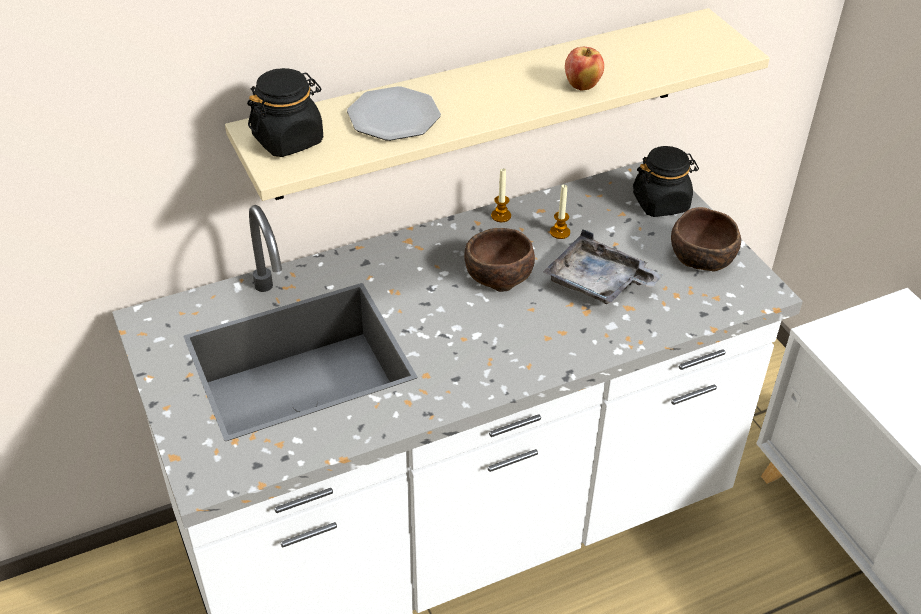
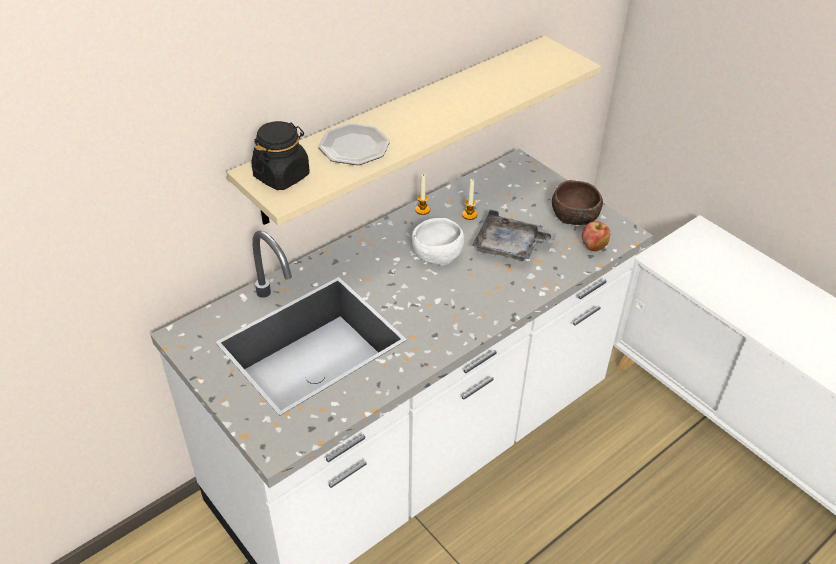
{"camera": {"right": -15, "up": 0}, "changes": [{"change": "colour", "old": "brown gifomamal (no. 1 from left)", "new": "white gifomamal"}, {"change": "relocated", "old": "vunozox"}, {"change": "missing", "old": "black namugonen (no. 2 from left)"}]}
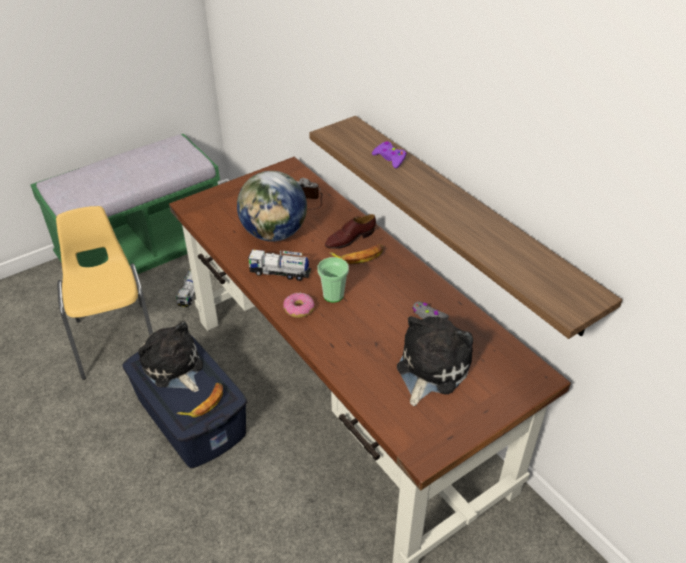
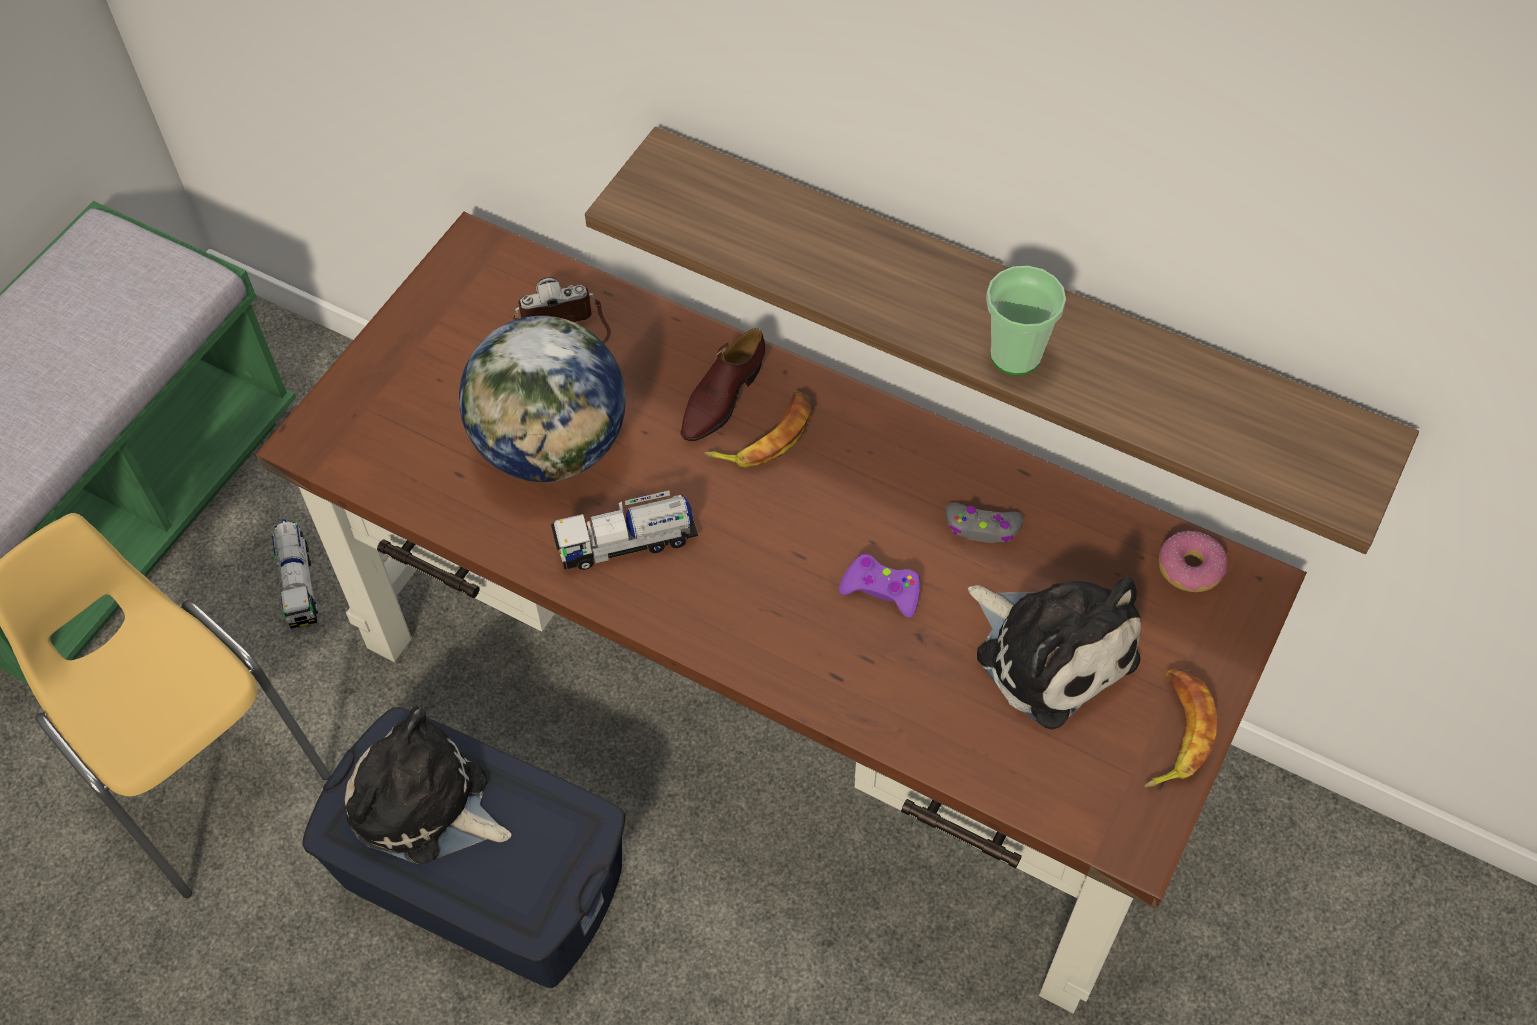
{"camera": {"right": -25, "up": 15}, "changes": [{"change": "relocated", "old": "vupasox (no. 1 from left in the first image)", "new": "vupasox (no. 2 from left)"}, {"change": "relocated", "old": "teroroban"}, {"change": "relocated", "old": "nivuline"}, {"change": "relocated", "old": "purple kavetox"}, {"change": "spun", "old": "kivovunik (no. 2 from left)", "degrees": 135}]}
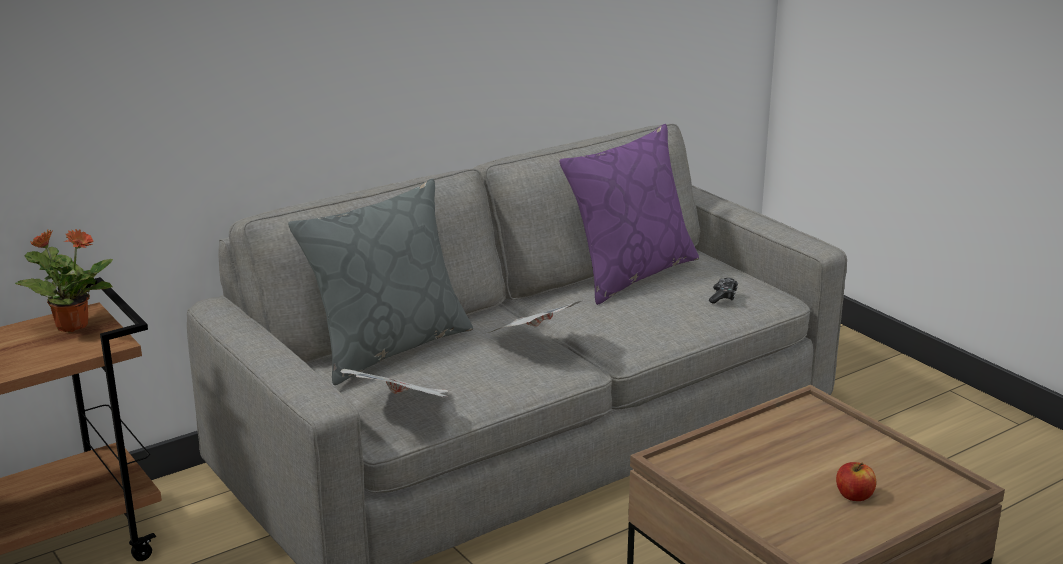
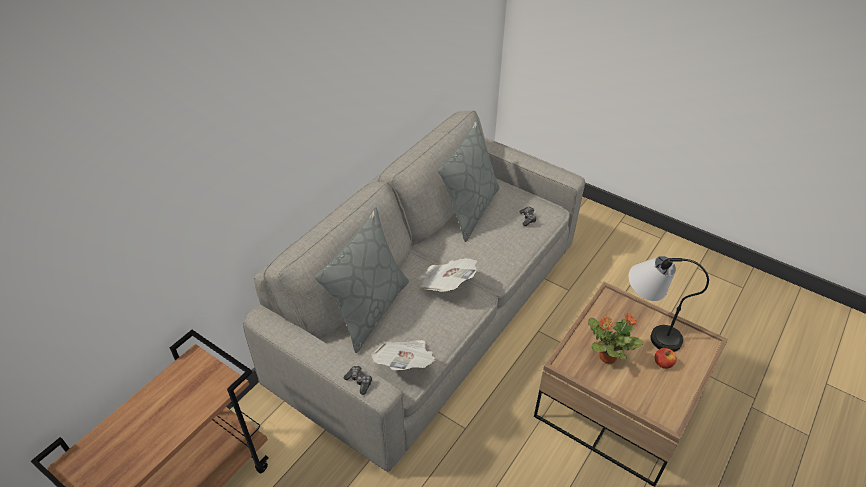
{"camera": {"right": -20, "up": 20}, "changes": [{"change": "relocated", "old": "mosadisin"}, {"change": "colour", "old": "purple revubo", "new": "grey revubo (no. 2 from left)"}, {"change": "appeared", "new": "kavetox (no. 1 from left)"}, {"change": "appeared", "new": "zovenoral"}]}
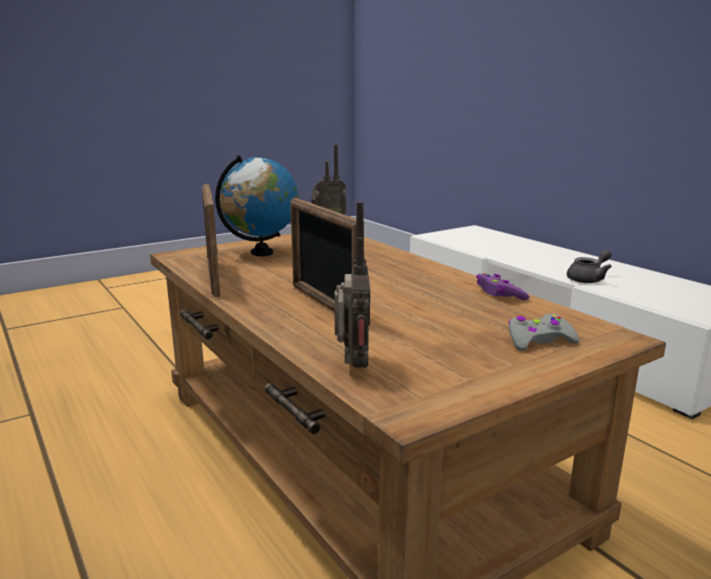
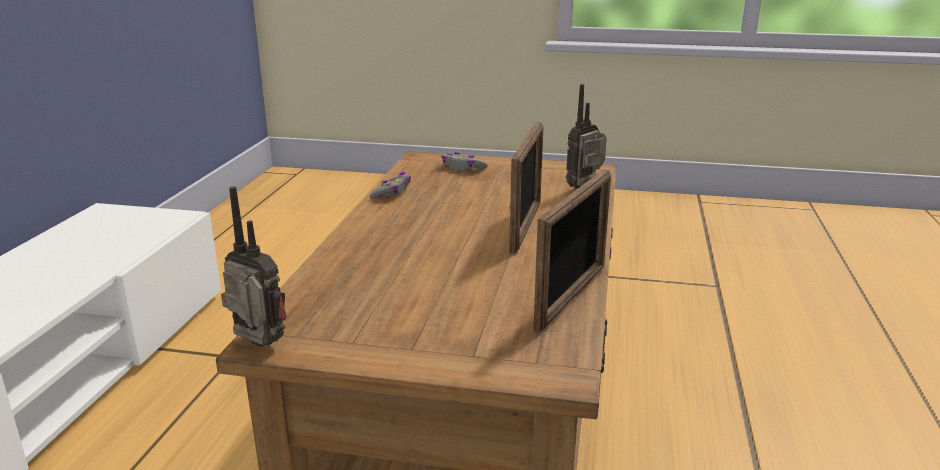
{"camera": {"right": -135, "up": 5}, "changes": [{"change": "missing", "old": "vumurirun"}, {"change": "colour", "old": "purple kavetox", "new": "grey kavetox (no. 1 from left)"}, {"change": "missing", "old": "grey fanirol"}]}
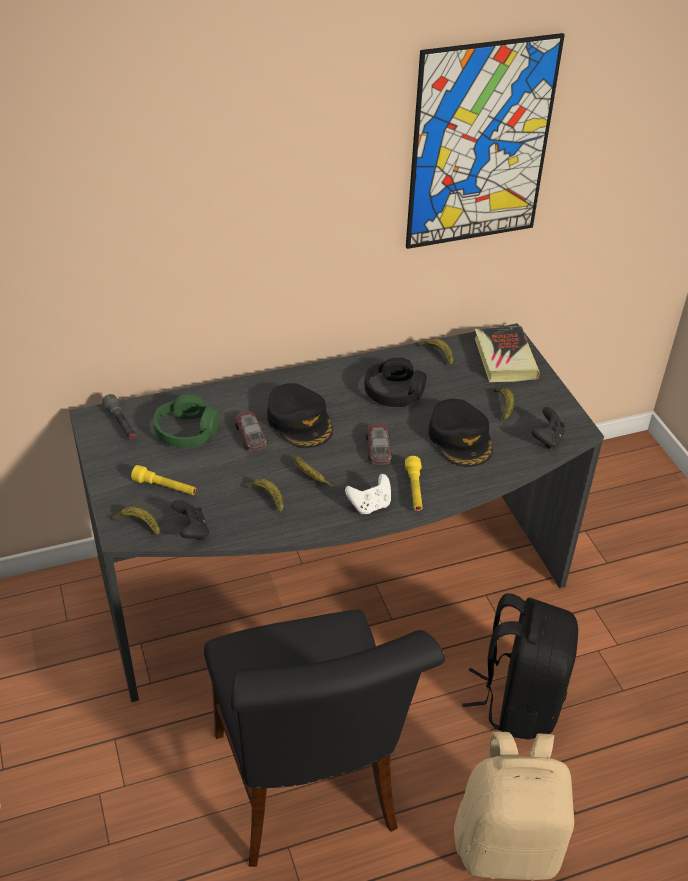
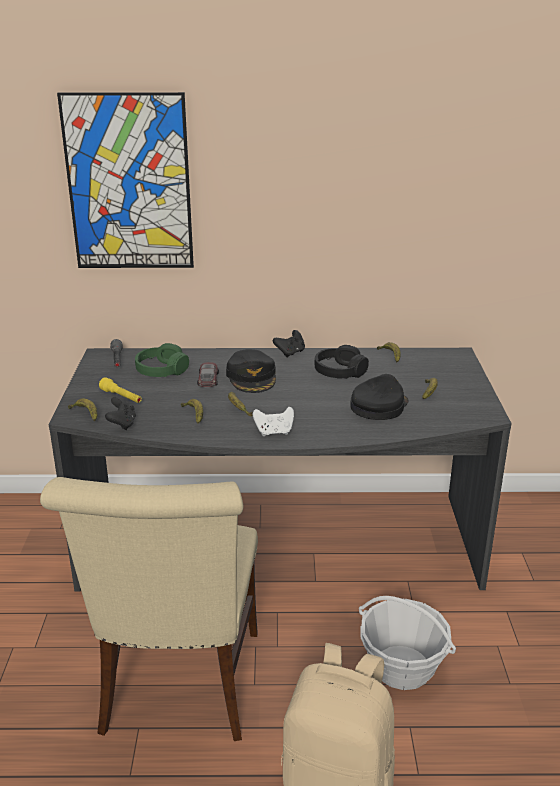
{"camera": {"right": 20, "up": -15}, "changes": [{"change": "colour", "old": "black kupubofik", "new": "beige kupubofik"}, {"change": "missing", "old": "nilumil (no. 2 from left)"}, {"change": "missing", "old": "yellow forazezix (no. 2 from left)"}, {"change": "relocated", "old": "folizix"}, {"change": "spun", "old": "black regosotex (no. 2 from left)", "degrees": -150}, {"change": "exchanged", "old": "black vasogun", "new": "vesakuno"}, {"change": "missing", "old": "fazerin"}, {"change": "relocated", "old": "black kavetox (no. 2 from left)"}]}
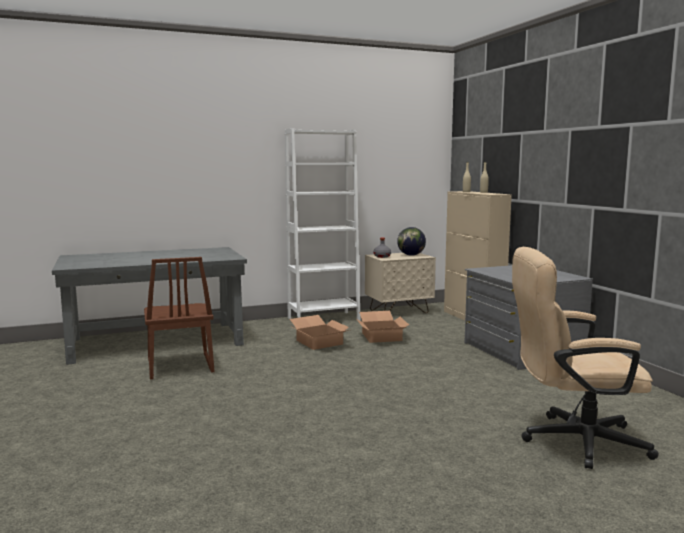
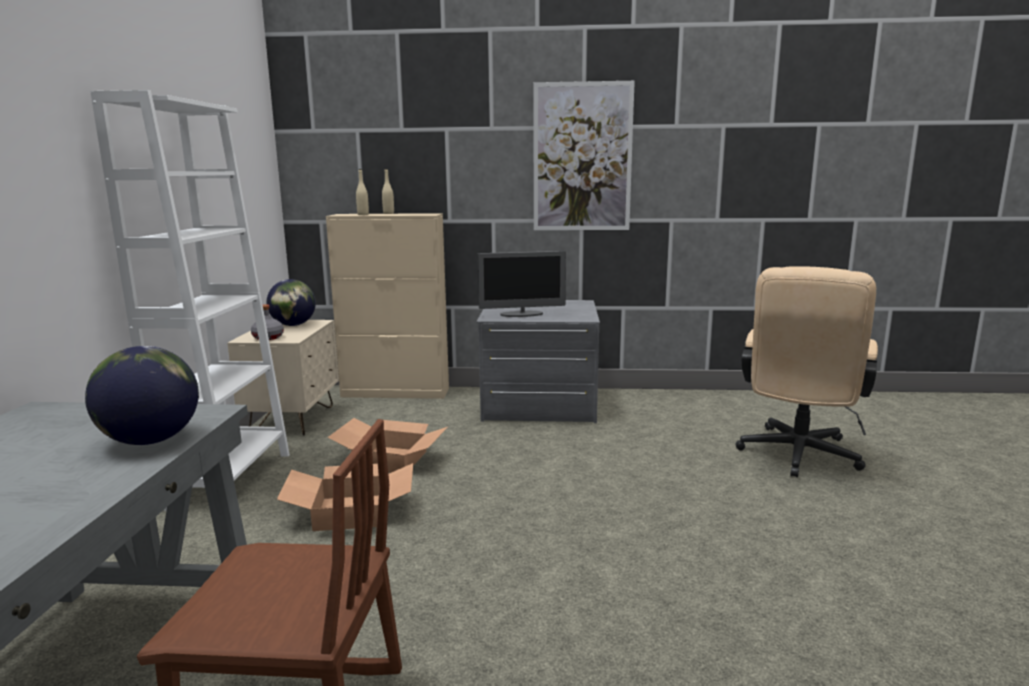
{"camera": {"right": -65, "up": 5}, "changes": [{"change": "appeared", "new": "vumurirun (no. 1 from left)"}, {"change": "appeared", "new": "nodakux"}, {"change": "appeared", "new": "folizix"}]}
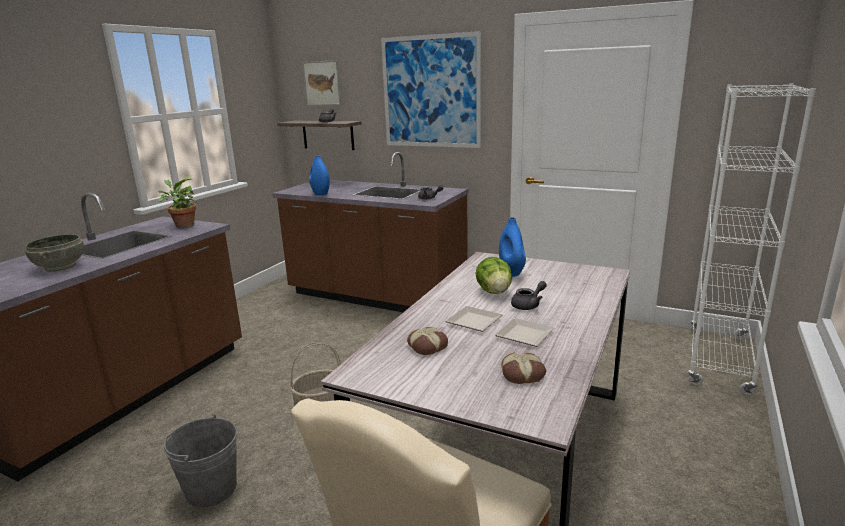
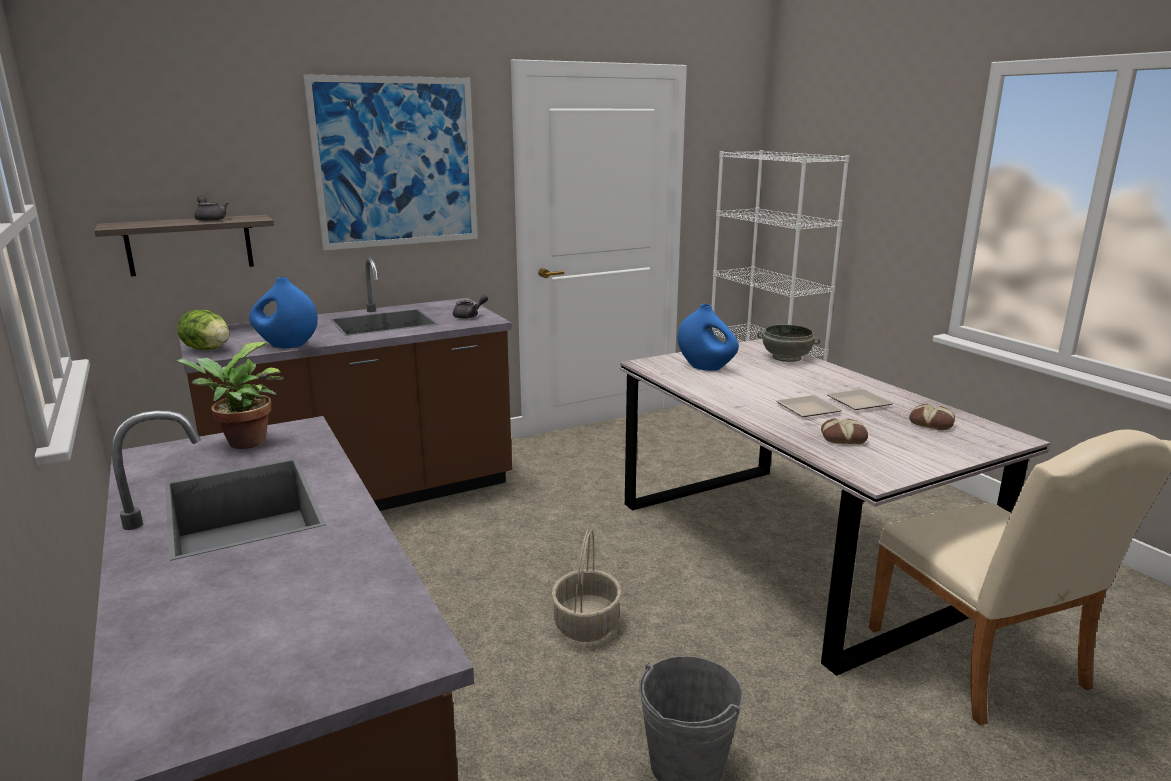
{"camera": {"right": -55, "up": 0}, "changes": [{"change": "relocated", "old": "grey gifomamal"}, {"change": "missing", "old": "folizix (no. 1 from left)"}, {"change": "relocated", "old": "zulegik"}, {"change": "missing", "old": "grey fanirol (no. 3 from left)"}]}
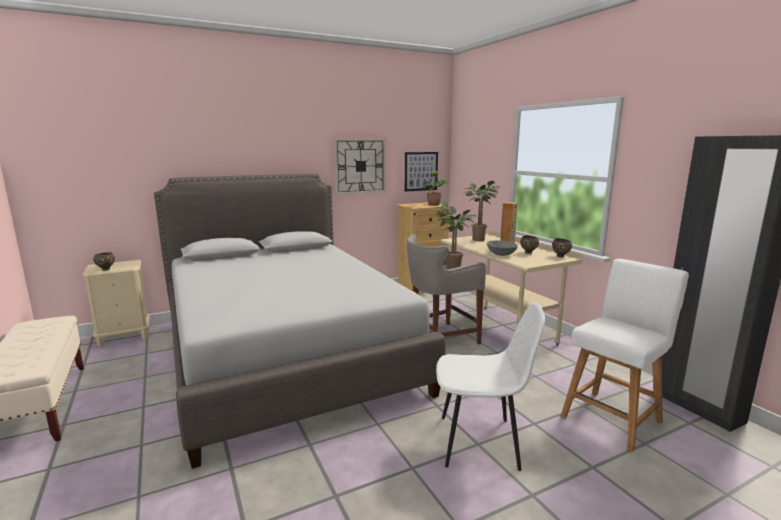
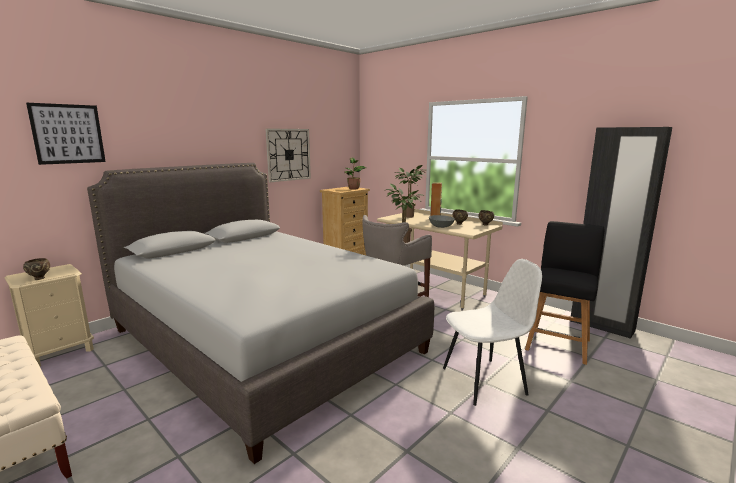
{"camera": {"right": -20, "up": 0}, "changes": [{"change": "relocated", "old": "folizix"}, {"change": "colour", "old": "white kupubofik (no. 2 from left)", "new": "black kupubofik"}]}
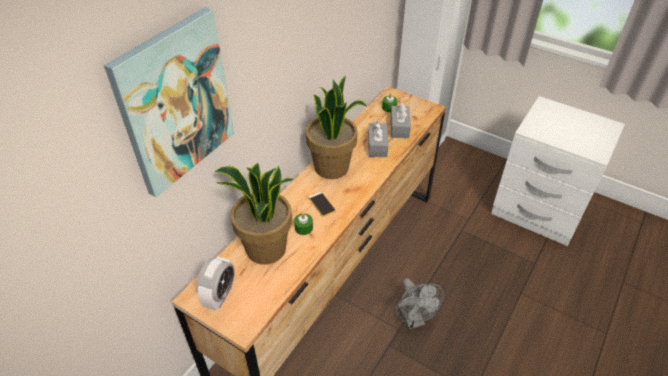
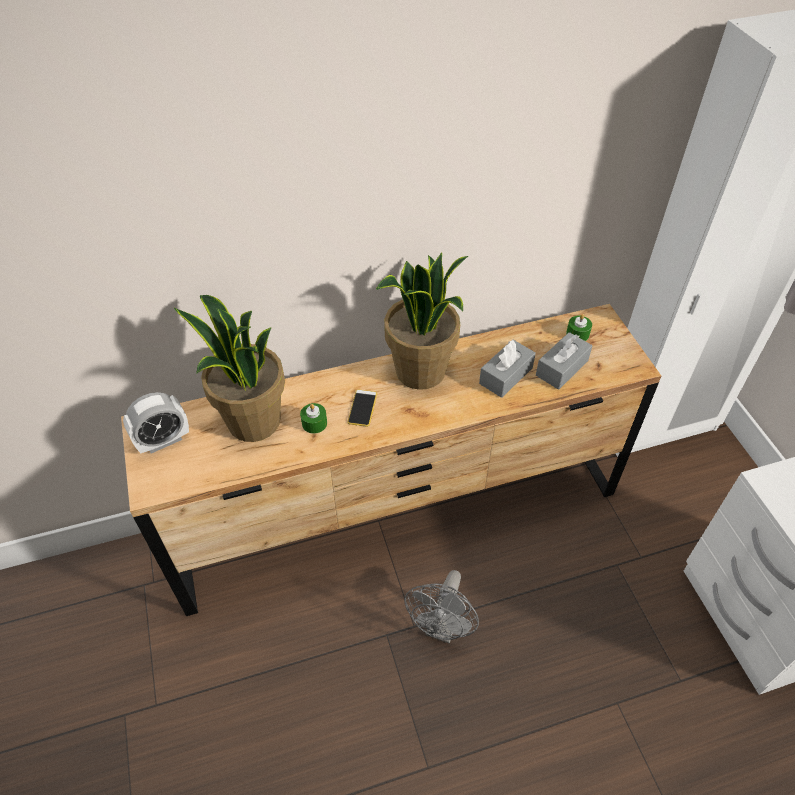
{"camera": {"right": 40, "up": 5}, "changes": [{"change": "missing", "old": "folizix"}]}
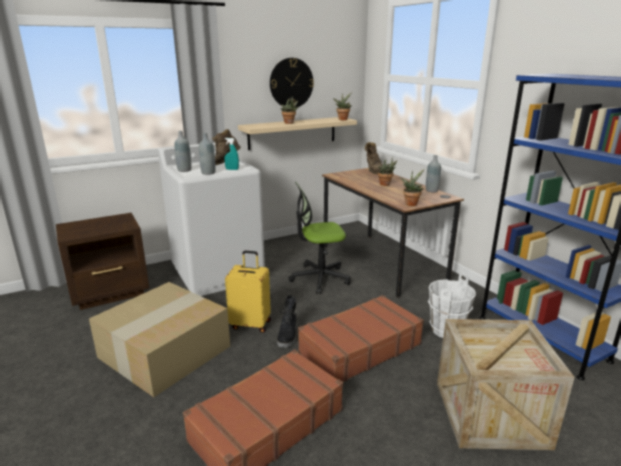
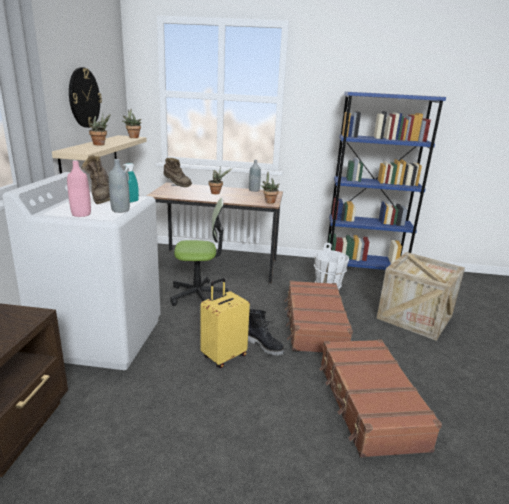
{"camera": {"right": -55, "up": 0}, "changes": [{"change": "missing", "old": "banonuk"}, {"change": "colour", "old": "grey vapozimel (no. 1 from left)", "new": "pink vapozimel"}, {"change": "spun", "old": "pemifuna", "degrees": -120}]}
